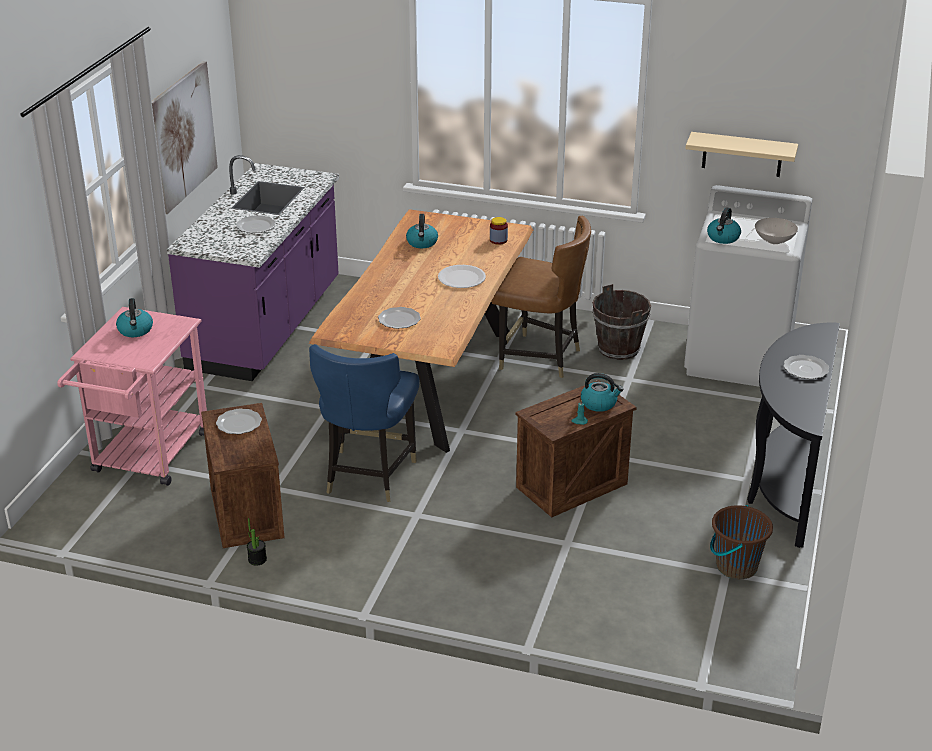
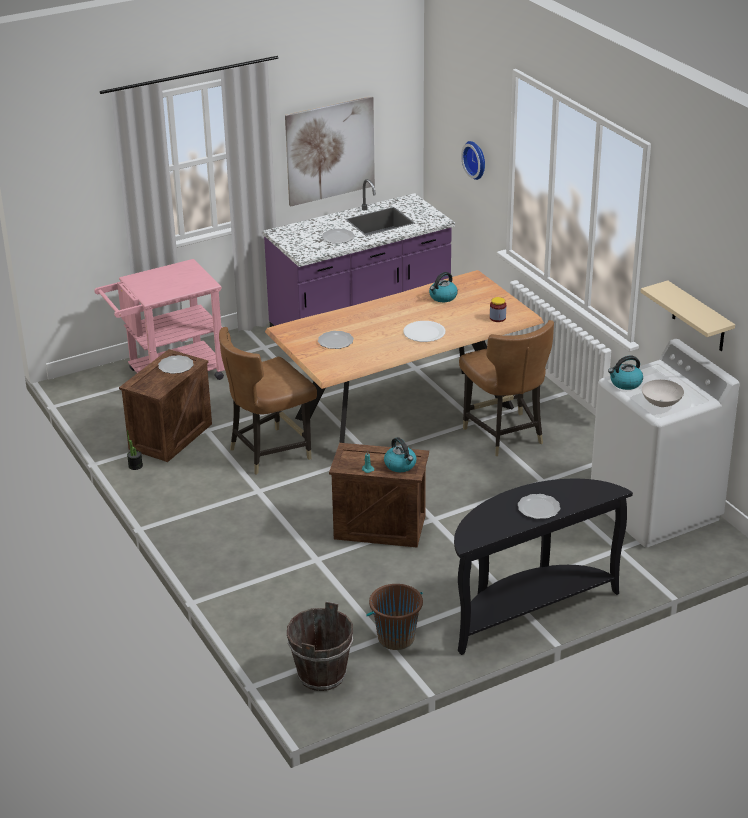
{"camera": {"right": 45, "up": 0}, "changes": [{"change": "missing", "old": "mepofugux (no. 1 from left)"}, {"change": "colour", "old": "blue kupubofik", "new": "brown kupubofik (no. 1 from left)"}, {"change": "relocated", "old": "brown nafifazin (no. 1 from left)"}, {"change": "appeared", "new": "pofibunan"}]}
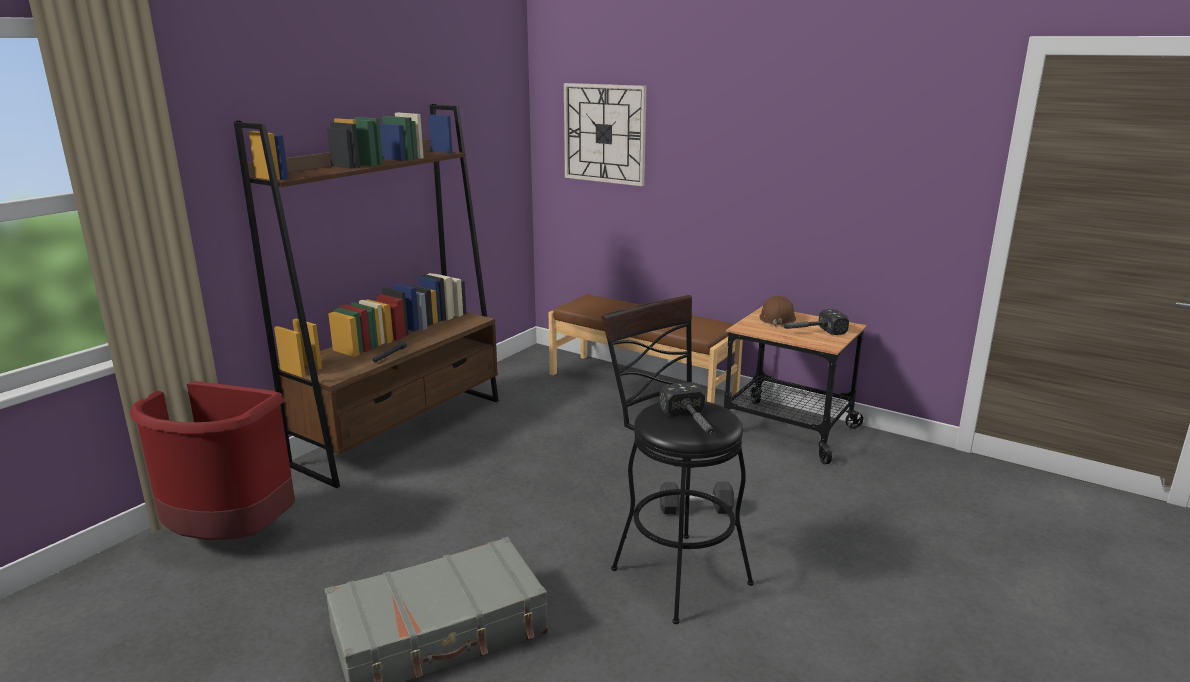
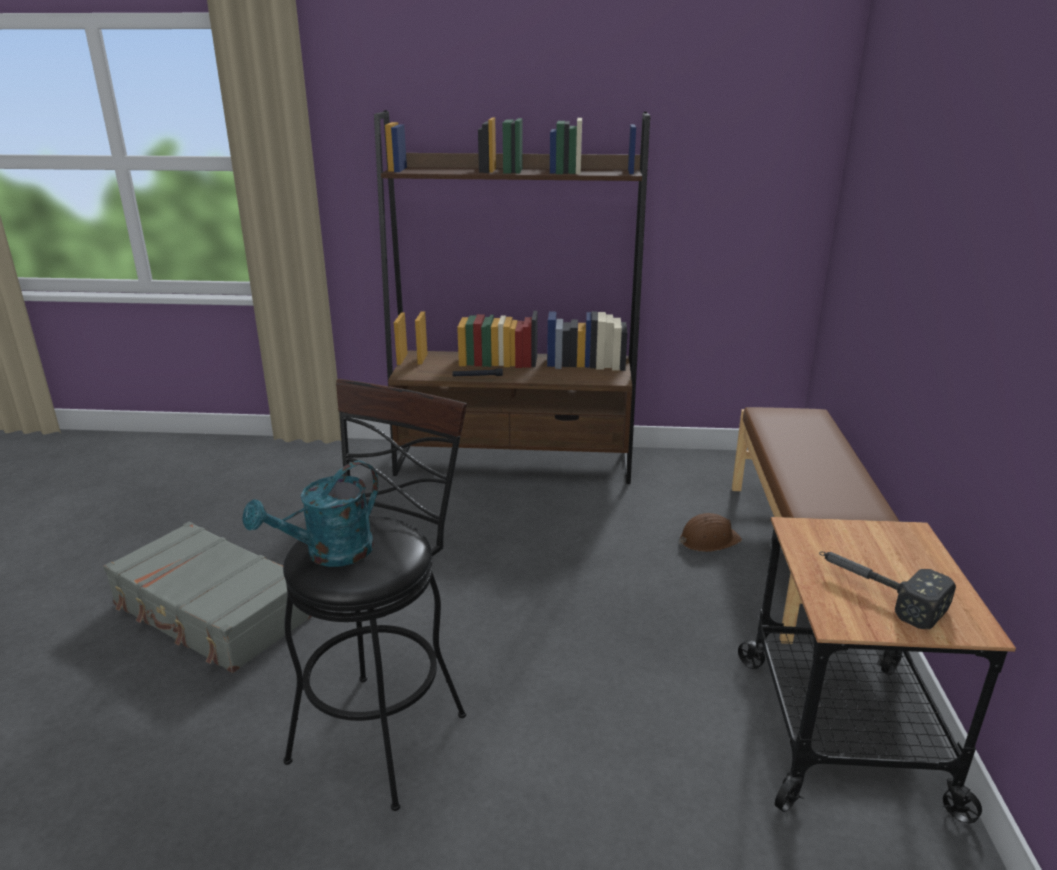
{"camera": {"right": 60, "up": 5}, "changes": [{"change": "missing", "old": "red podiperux"}, {"change": "missing", "old": "pofibunan"}, {"change": "exchanged", "old": "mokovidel (no. 1 from left)", "new": "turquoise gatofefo"}, {"change": "missing", "old": "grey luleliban"}, {"change": "relocated", "old": "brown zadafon"}]}
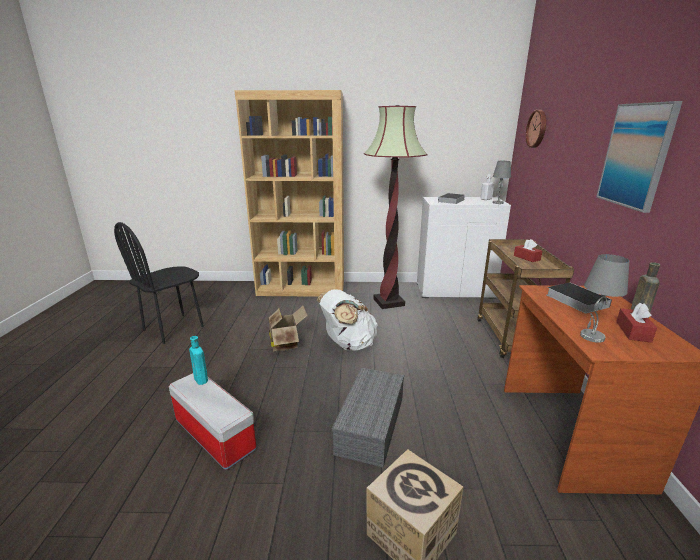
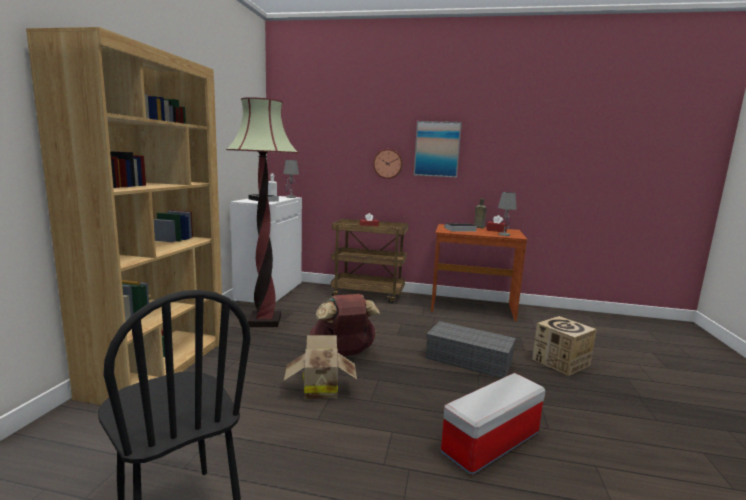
{"camera": {"right": -80, "up": -10}, "changes": [{"change": "missing", "old": "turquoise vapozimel"}, {"change": "colour", "old": "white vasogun", "new": "brown vasogun"}, {"change": "relocated", "old": "pofibunan"}]}
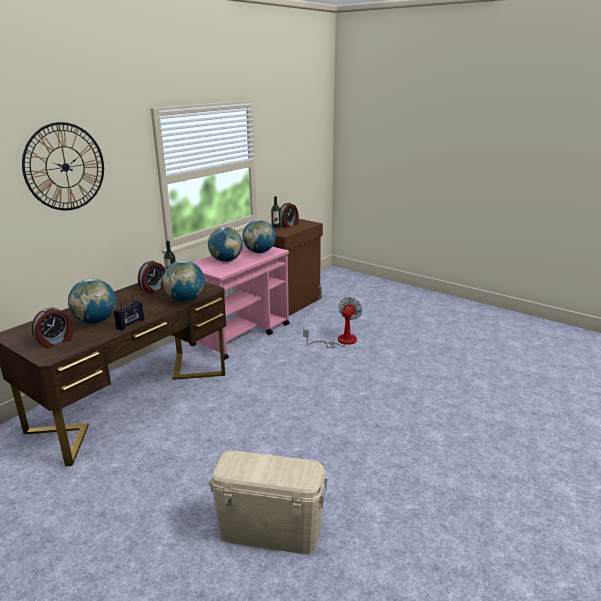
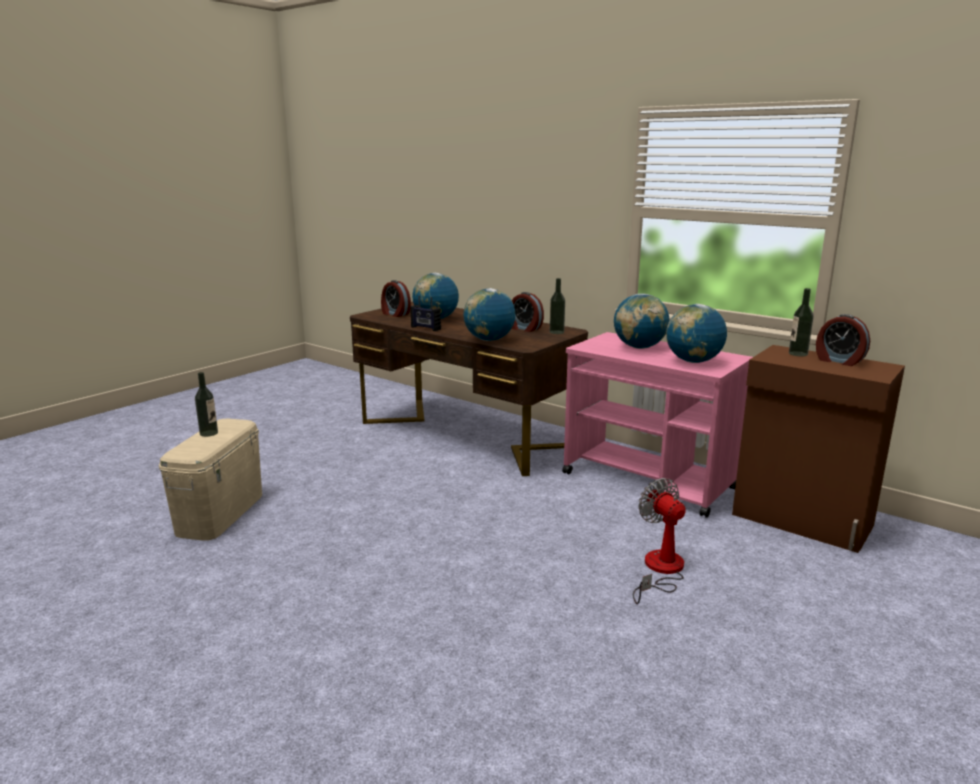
{"camera": {"right": 90, "up": -5}, "changes": [{"change": "missing", "old": "pofibunan"}, {"change": "spun", "old": "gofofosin", "degrees": -135}, {"change": "appeared", "new": "vapozimel (no. 1 from left)"}]}
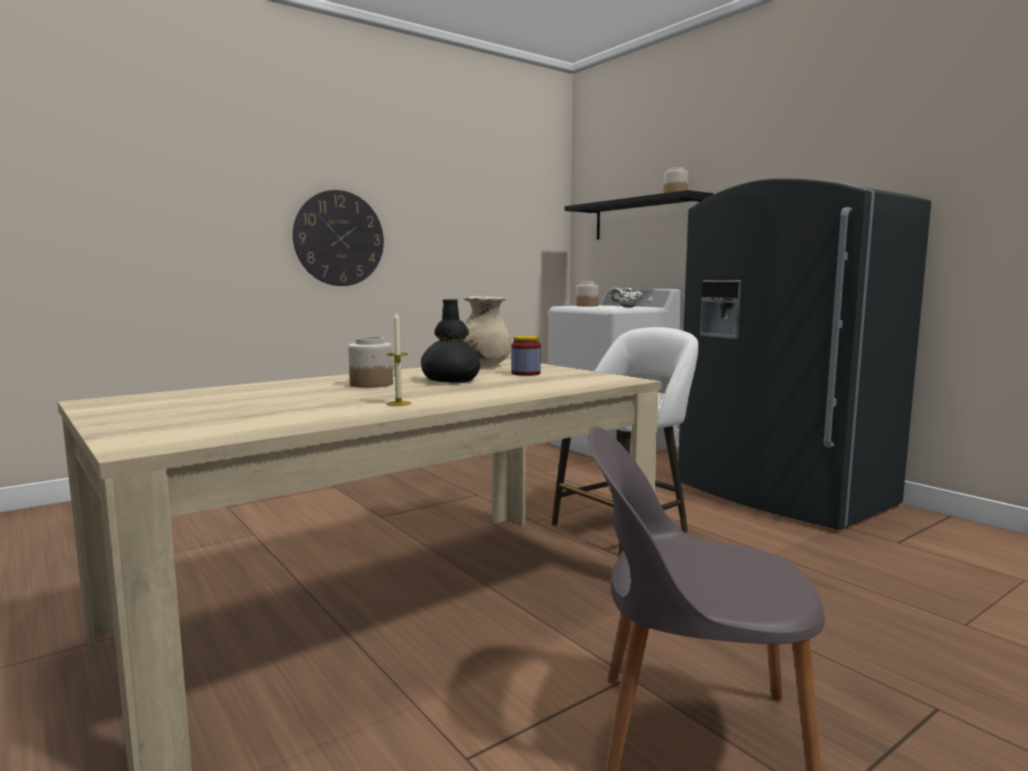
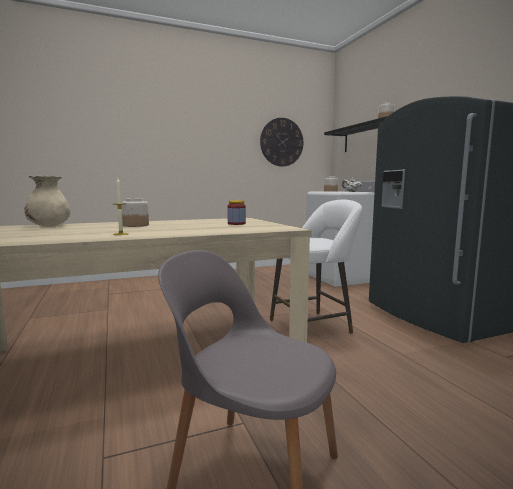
{"camera": {"right": 15, "up": 0}, "changes": [{"change": "relocated", "old": "pofibunan"}, {"change": "missing", "old": "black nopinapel"}, {"change": "relocated", "old": "beige nopinapel"}]}
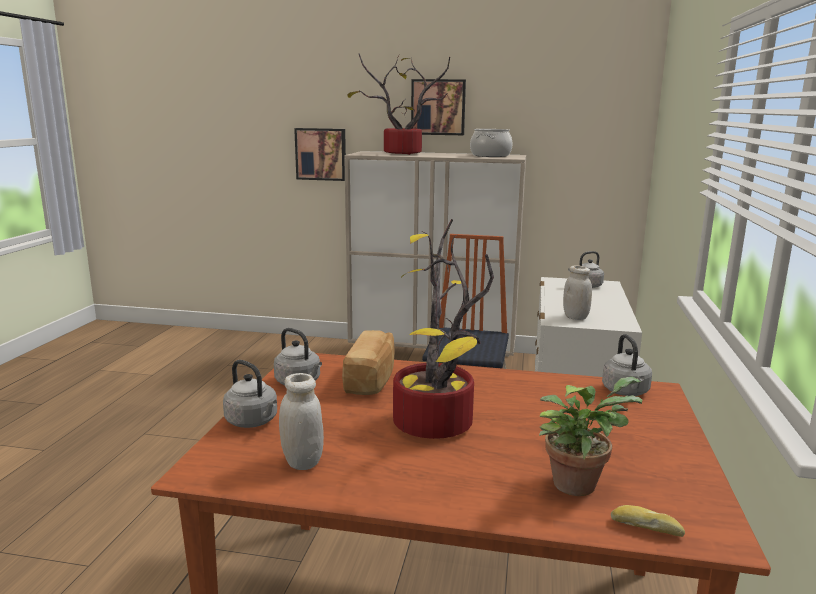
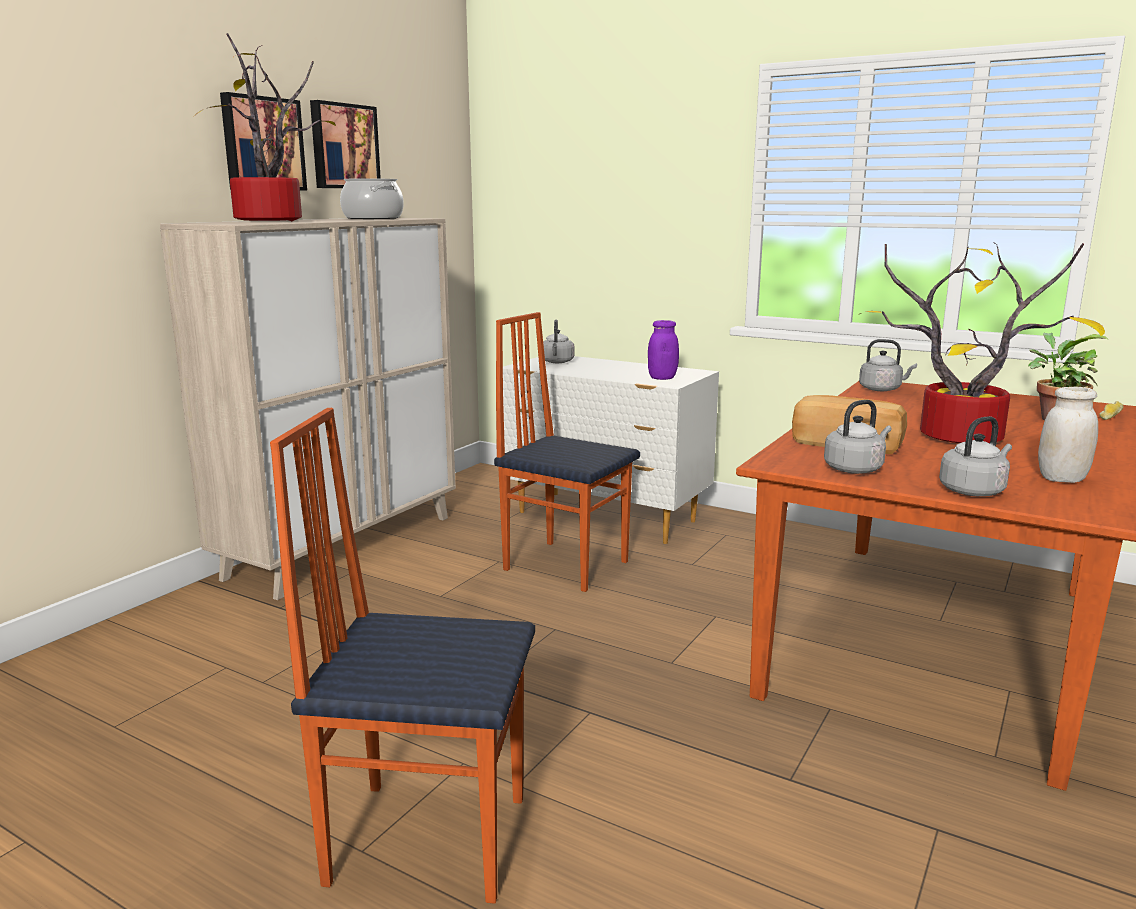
{"camera": {"right": -70, "up": 0}, "changes": [{"change": "relocated", "old": "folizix (no. 1 from left in the first image)", "new": "folizix (no. 2 from left)"}, {"change": "colour", "old": "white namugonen (no. 2 from left)", "new": "purple namugonen"}, {"change": "appeared", "new": "kupubofik (no. 1 from left)"}]}
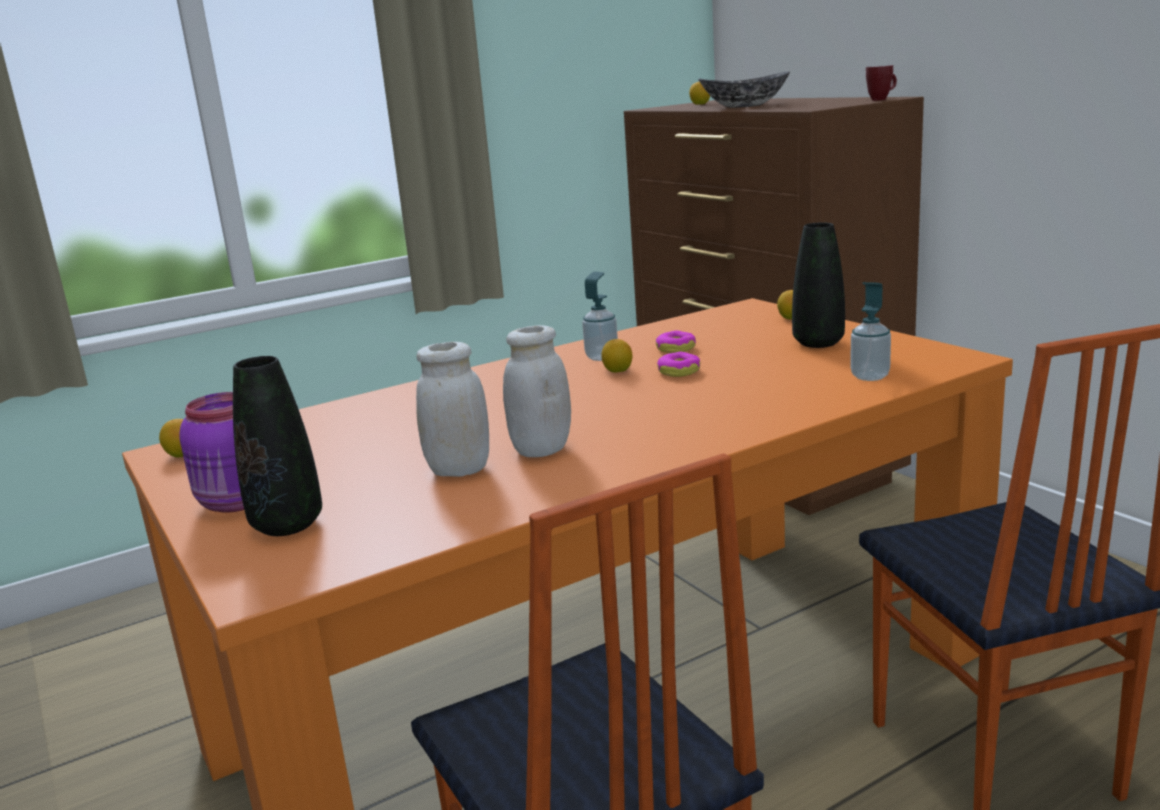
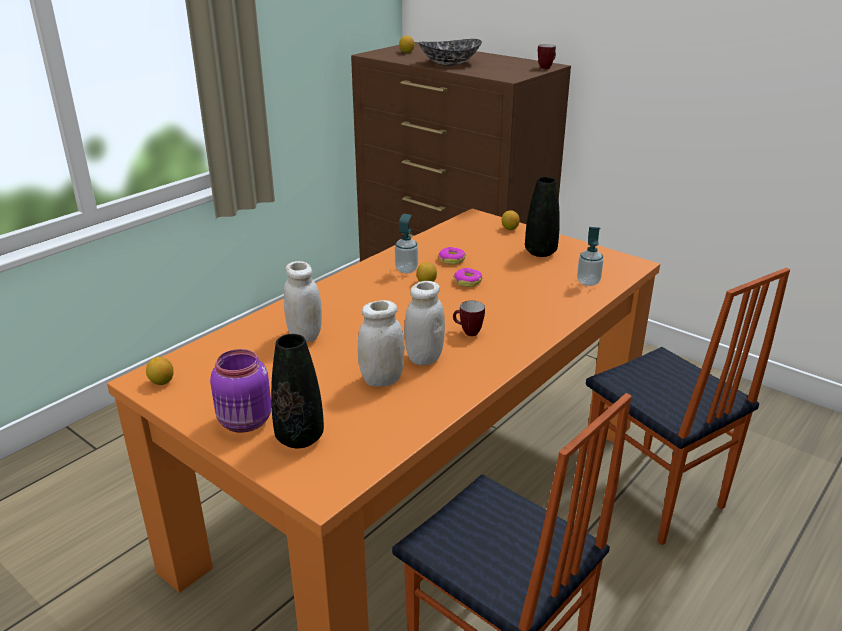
{"camera": {"right": -20, "up": 10}, "changes": [{"change": "appeared", "new": "white namugonen (no. 1 from left)"}, {"change": "appeared", "new": "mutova (no. 1 from left)"}]}
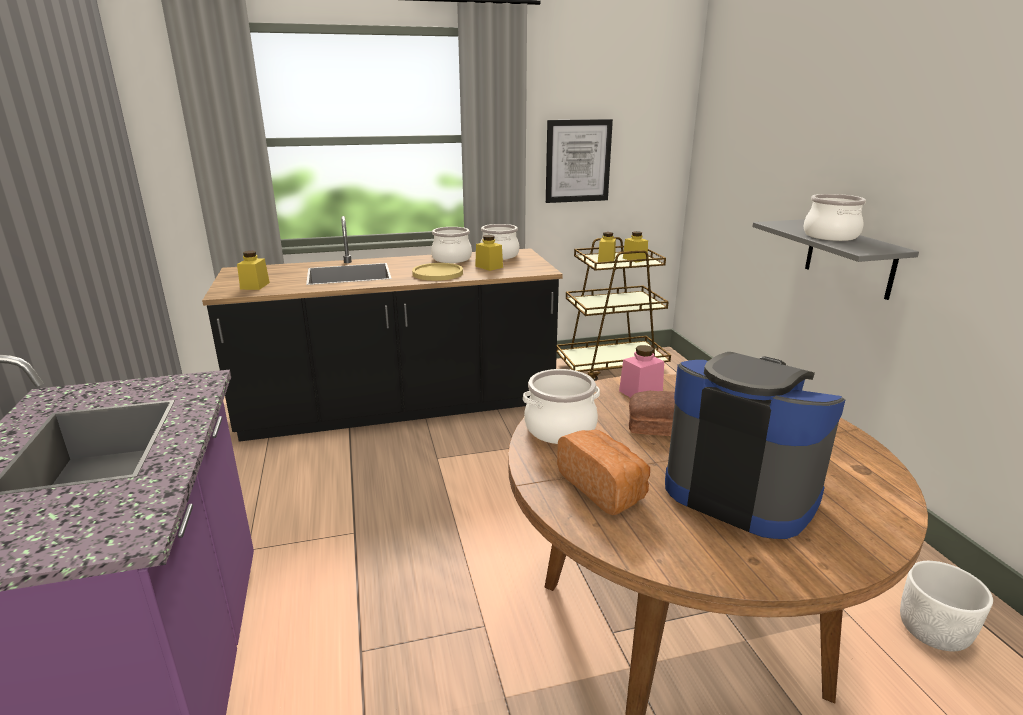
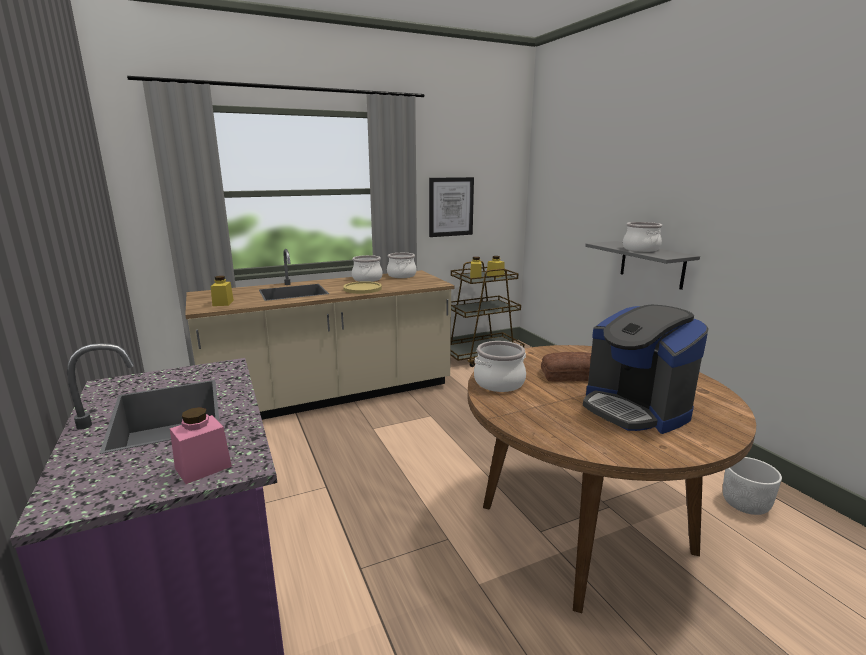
{"camera": {"right": -10, "up": -5}, "changes": [{"change": "colour", "old": "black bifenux", "new": "beige bifenux"}, {"change": "missing", "old": "yellow namugonen (no. 2 from left)"}, {"change": "missing", "old": "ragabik (no. 1 from left)"}, {"change": "relocated", "old": "pink namugonen"}, {"change": "spun", "old": "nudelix", "degrees": -150}]}
